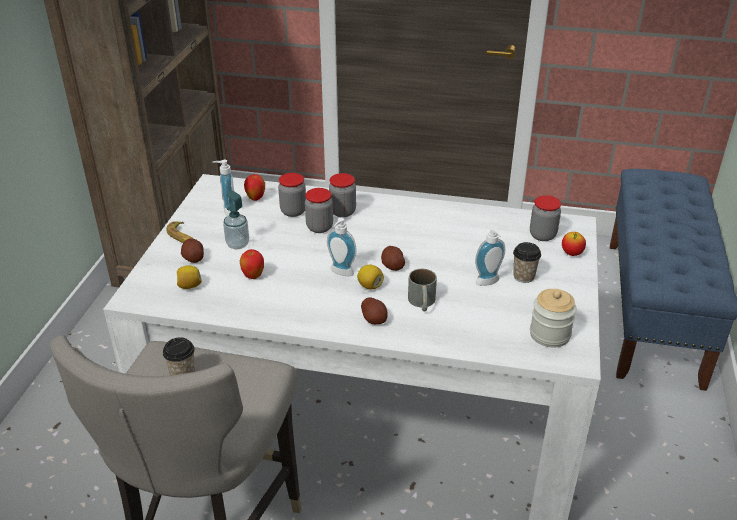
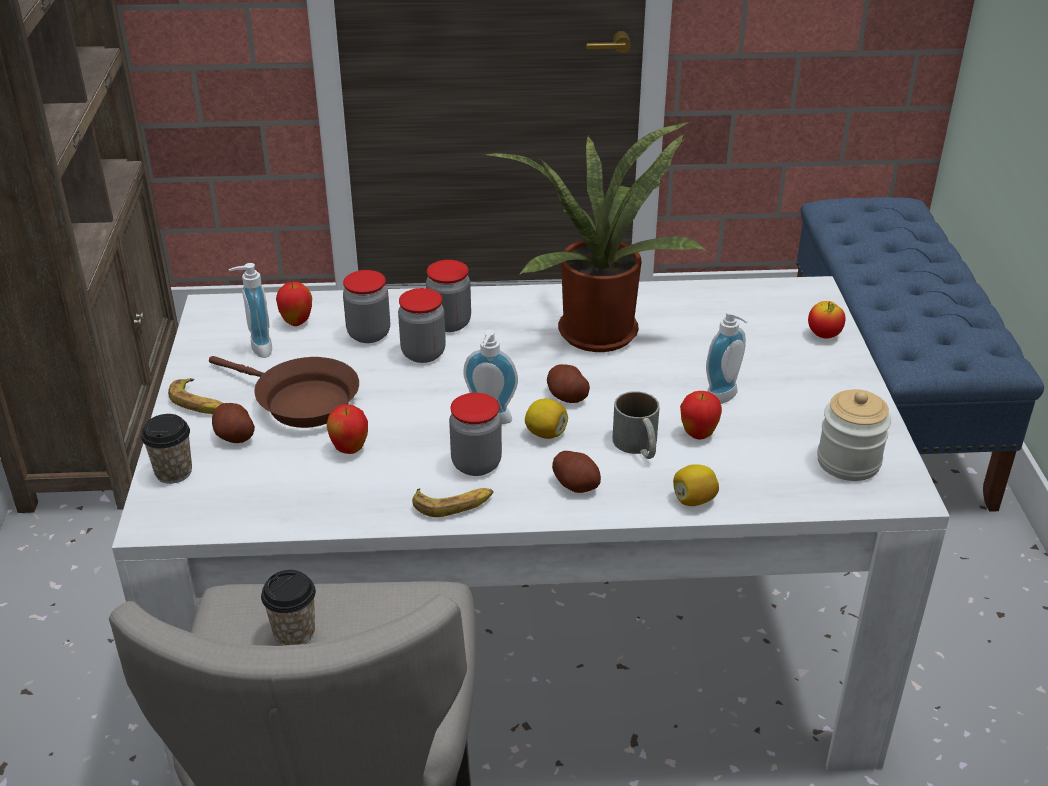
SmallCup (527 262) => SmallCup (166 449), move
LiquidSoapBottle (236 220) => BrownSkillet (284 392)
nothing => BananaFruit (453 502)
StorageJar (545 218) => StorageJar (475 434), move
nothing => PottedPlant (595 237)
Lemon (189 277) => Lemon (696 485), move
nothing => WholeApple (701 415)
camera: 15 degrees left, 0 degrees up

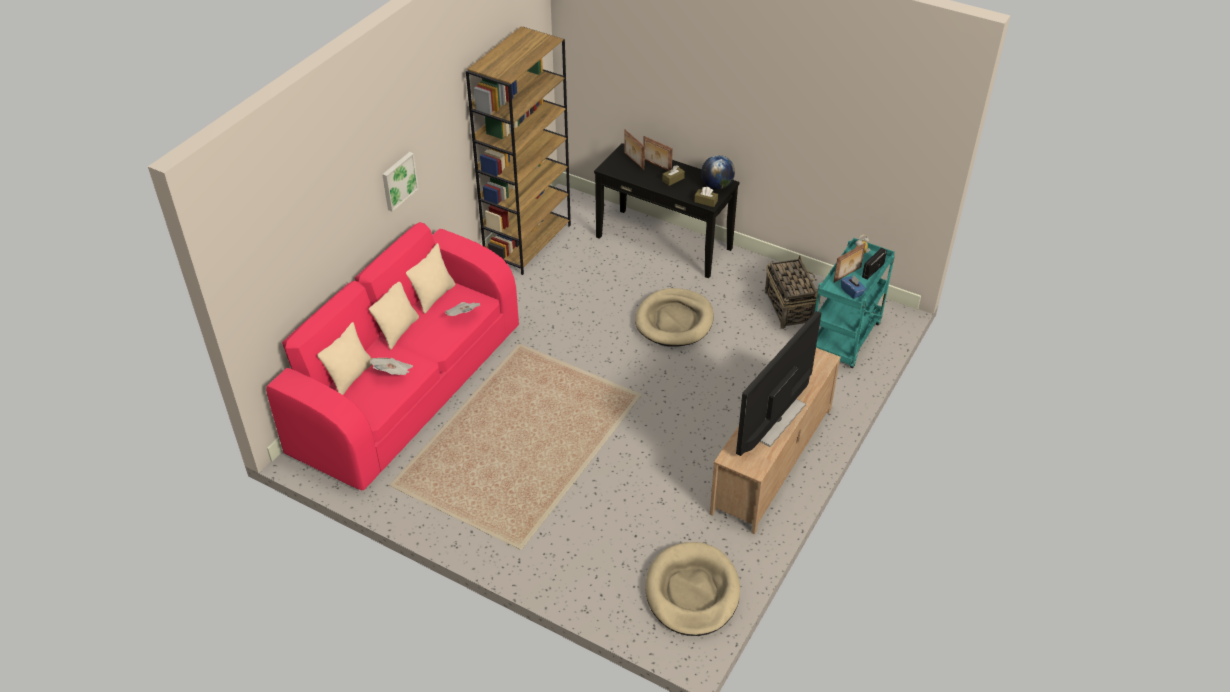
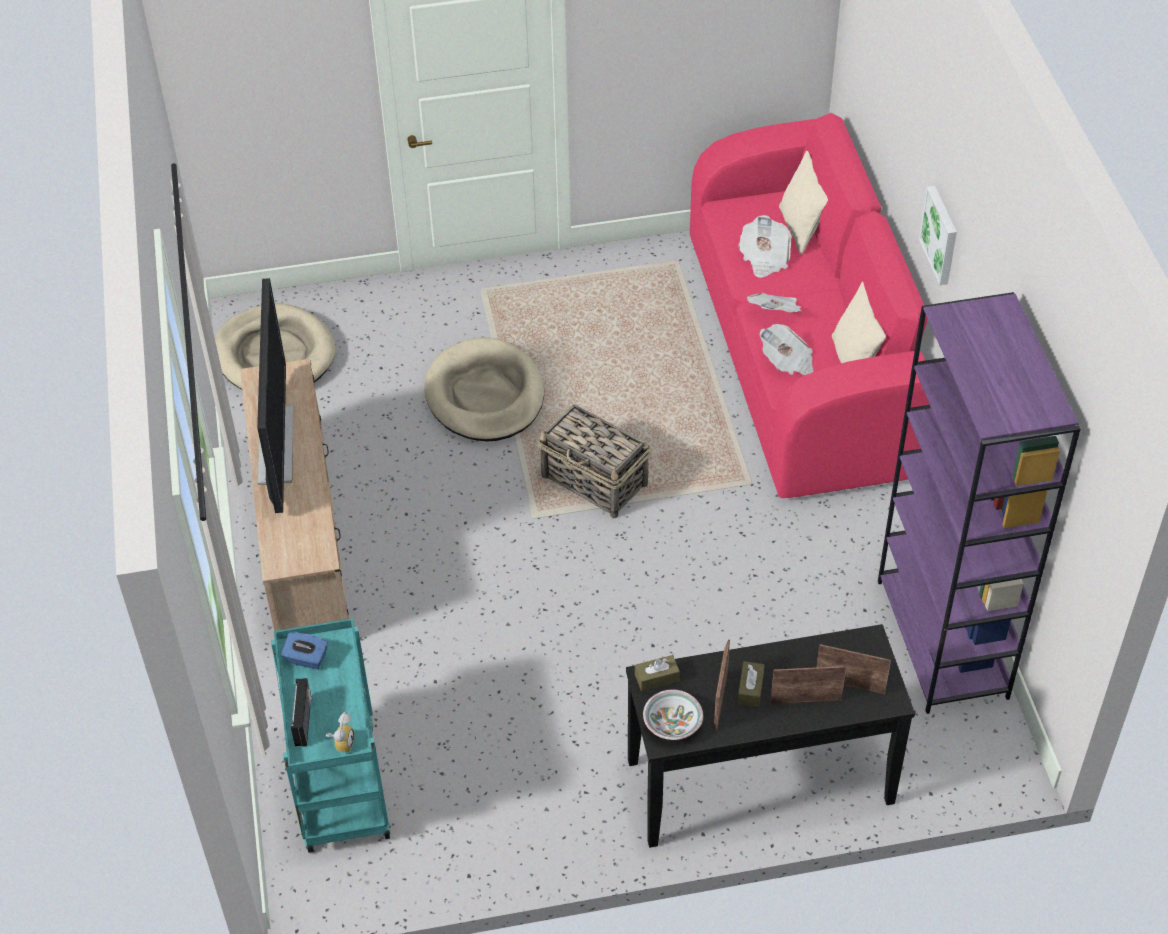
SandColouredPetBed (674 317) => SandColouredPetBed (484 389), move
StorageBasket (793 292) => StorageBasket (593 461), move
WorldGlobe (718 172) => DeepDish (673 715)
PictureFrame (849 263) => PictureFrame (722 685), move
nothing => Newspaper (774 302)
BrownShelvingUnit (518 150) => PurpleColouredShelvingUnit (979 503)
SandColouredThrowPillow (394 316) => nothing
camera: 140 degrees right, 5 degrees up

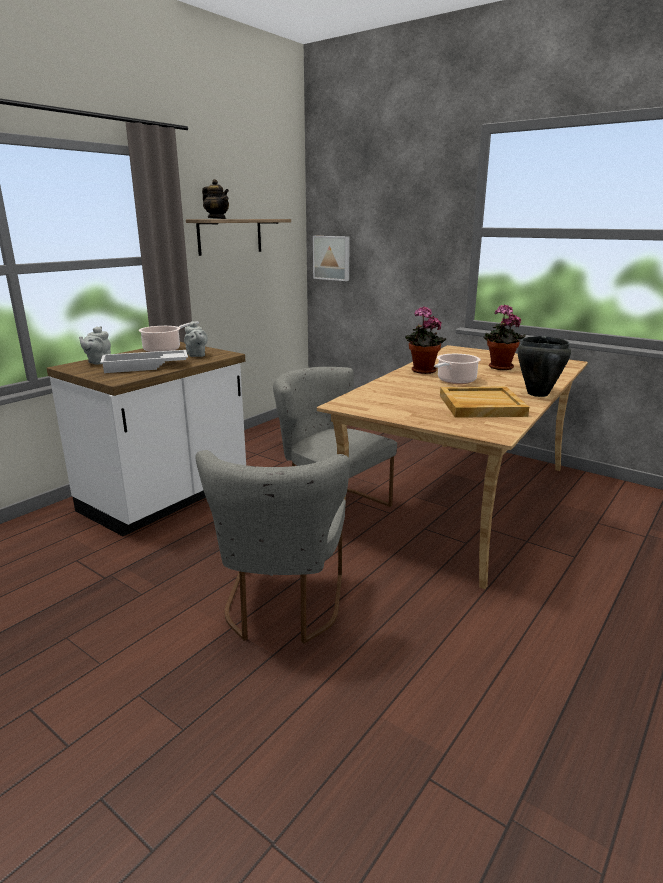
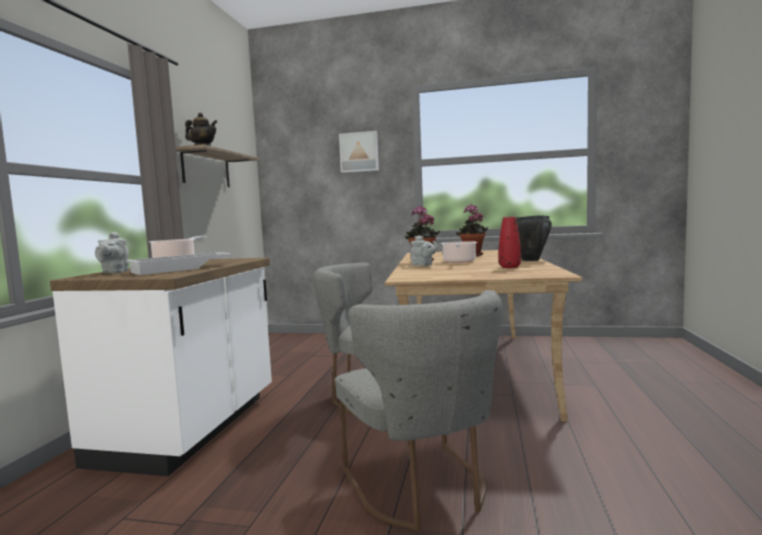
WallArt (331 258) => WallArt (359 152), move
GrayTeaPot (196 339) => GrayTeaPot (424 250), move
SandColouredTray (484 402) => RedFlowerVase (509 242)
camera: 25 degrees left, 15 degrees down

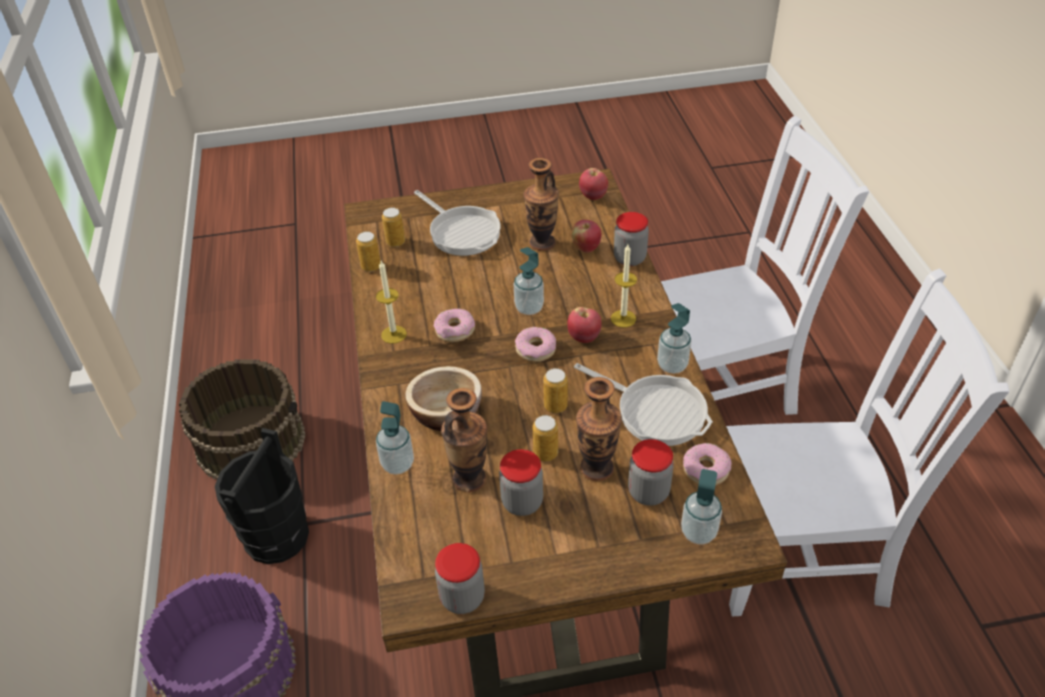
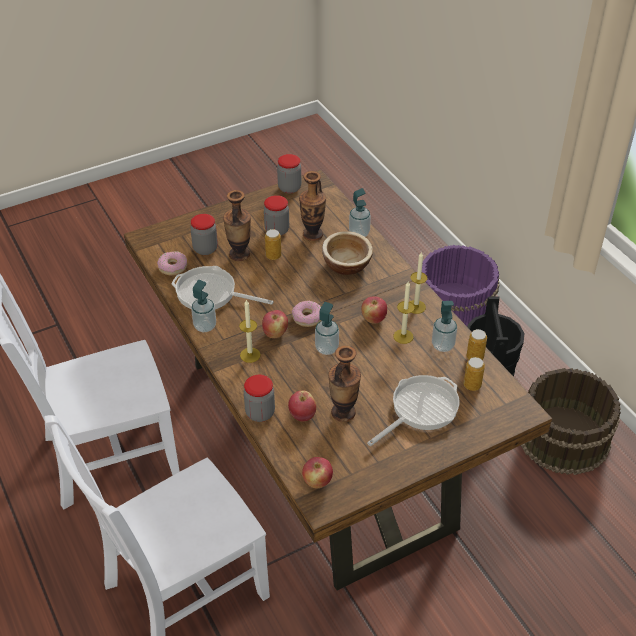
RingDoughnut (454 325) => WholeApple (374 310)
Skillet (457 223) => Skillet (413 410), 105 degrees clockwise
nothing => WaxLight (404 313)
LiquidSoapBottle (701 507) => LiquidSoapBottle (444 326), move
MetalCan (555 390) => nothing
camera: 160 degrees right, 0 degrees up

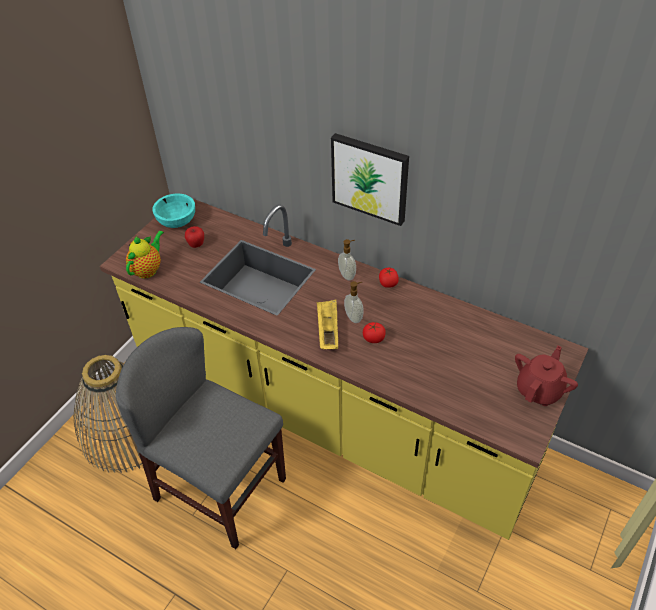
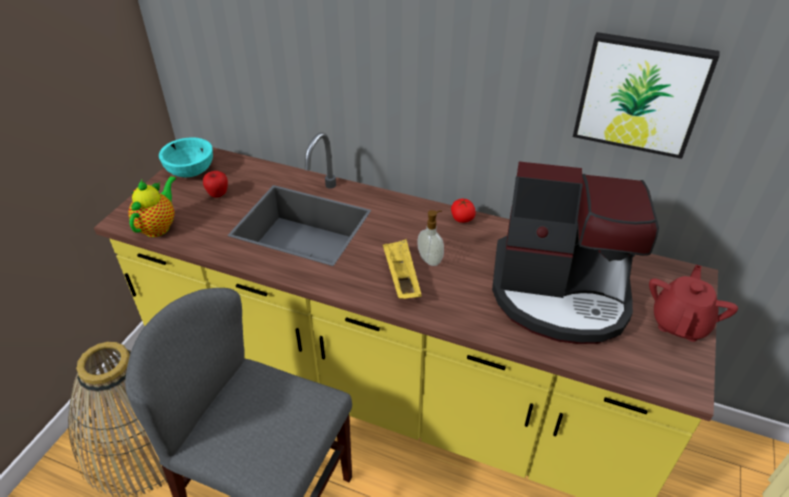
nothing => CoffeeMaker (575 253)
WallArt (370 179) => WallArt (646 95), move
LiquidSoapBottle (347 259) => nothing
WholeTomato (374 332) => nothing
camera: 10 degrees left, 5 degrees down

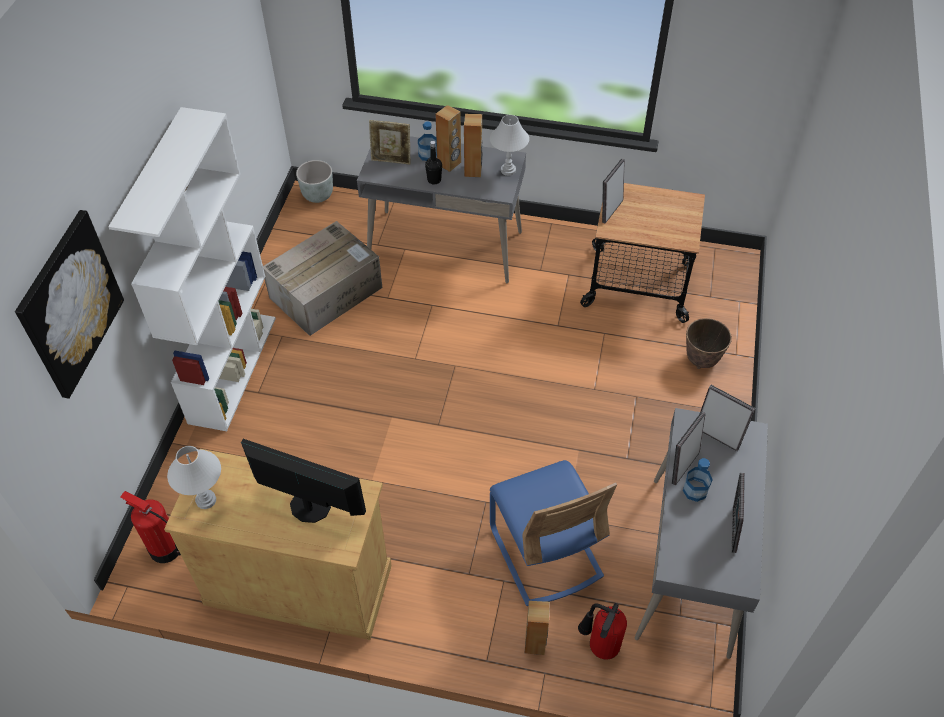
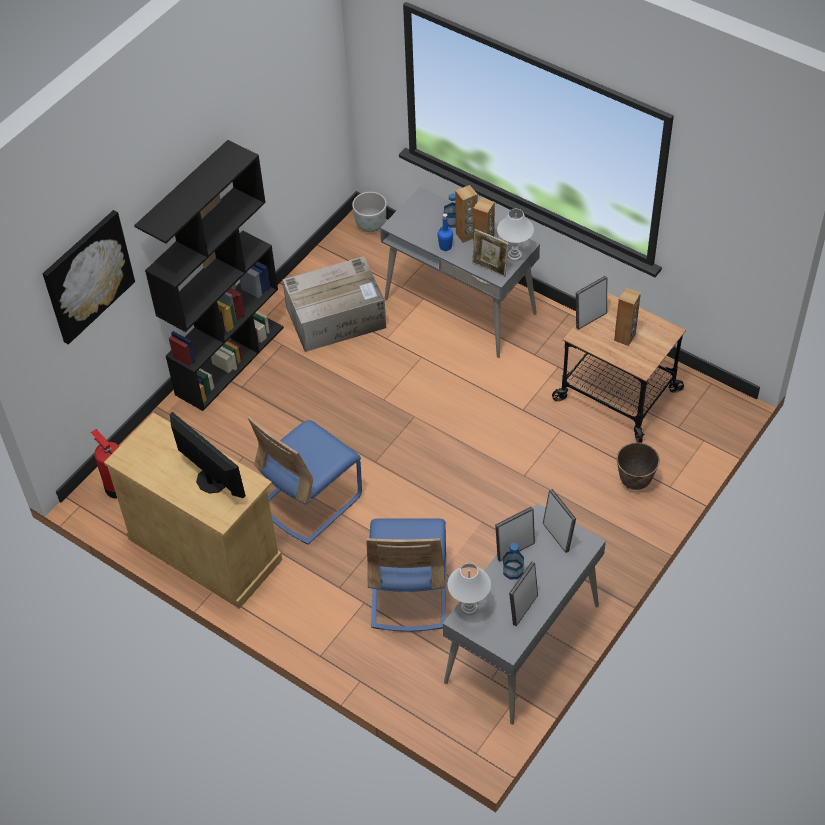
WhiteShelvingUnit (192 269) => BlackColouredShelvingUnit (209 275)
nothing => BlueColouredChair (305 480)
BlackColouredDrinkBottle (433 163) => BlueColouredDrinkBottle (445 232)
WhiteTabletopLamp (194 477) => WhiteTabletopLamp (469 589), move
PictureFrame (390 142) => PictureFrame (490 253), move
BrownLoudspeaker (537 628) => BrownLoudspeaker (627 317), move
Extinguisher (602 631) => nothing
camera: 25 degrees right, 0 degrees up

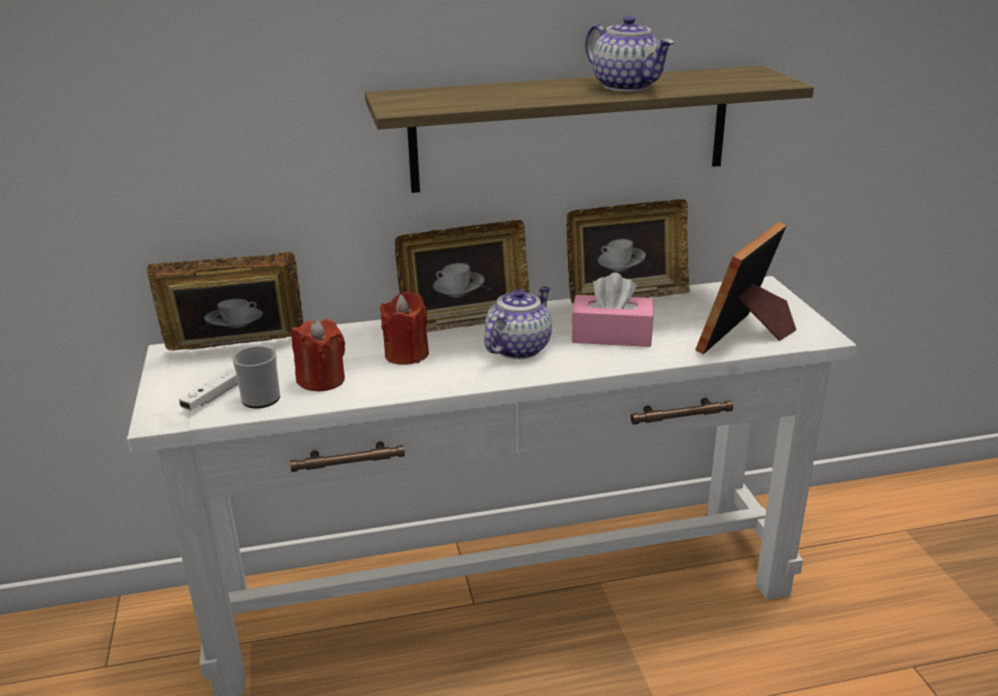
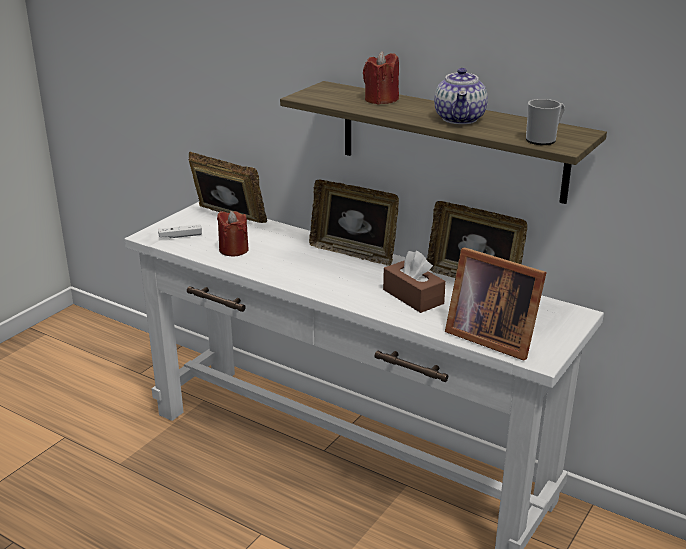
RedWaxLight (404 328) => RedWaxLight (381 78), move
PinkishBoxOfTissues (612 310) => BrownBoxOfTissues (414 282)
PictureFrame (745 288) => PictureFrame (496 304), 135 degrees counterclockwise
TeaMug (256 377) => TeaMug (545 122), move
TeaPot (518 322) => nothing
camera: 45 degrees right, 0 degrees up

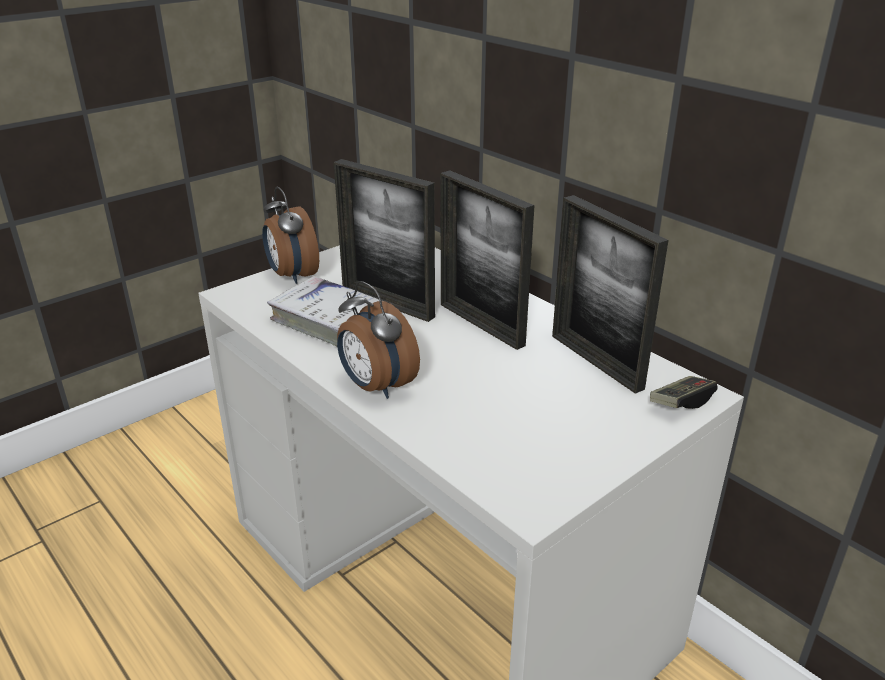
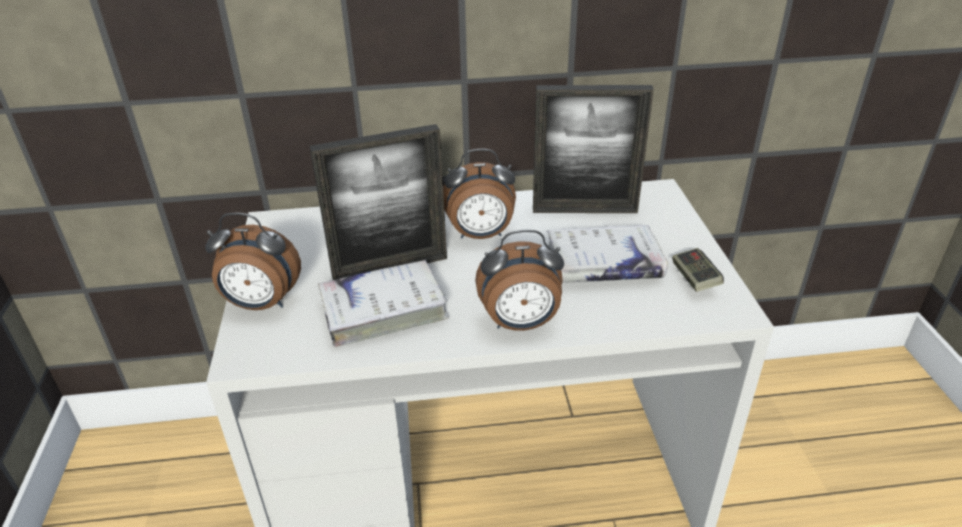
PictureFrame (488 260) => AlarmClock (479 194)
nothing => WhiteVolume (607 254)
Joypad (684 392) => Joypad (698 270), move
camera: 55 degrees left, 5 degrees up

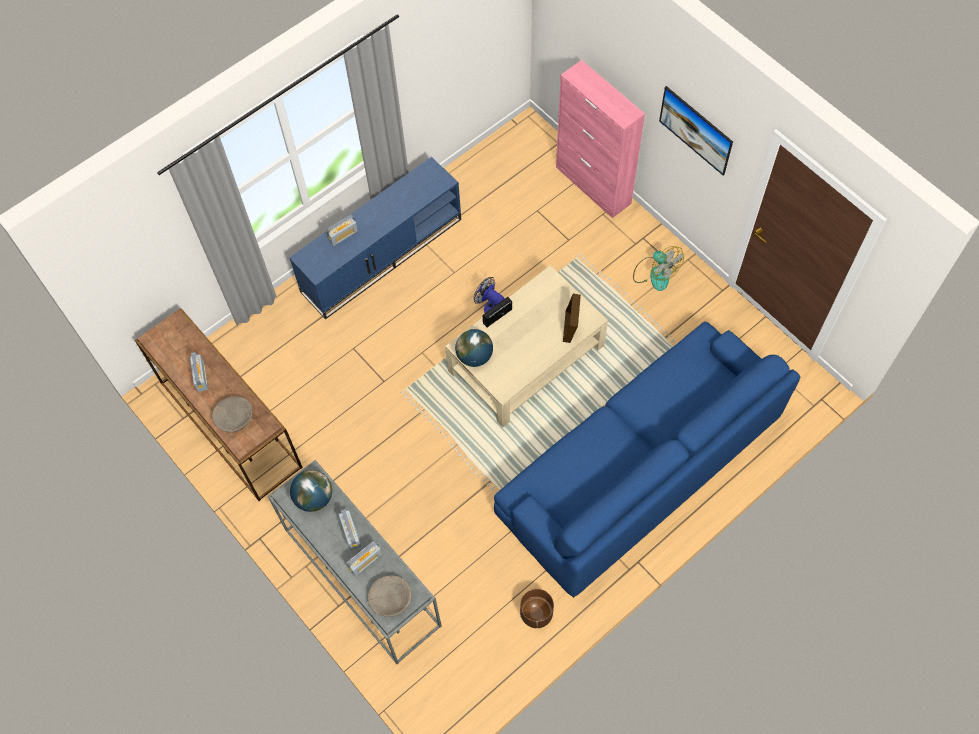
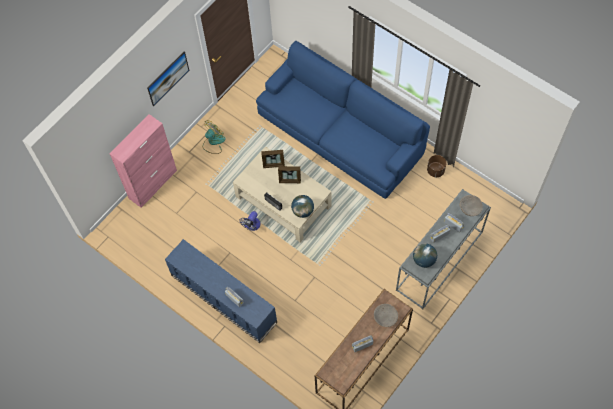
nothing => PictureFrame (289 174)
camera: 100 degrees left, 0 degrees up

